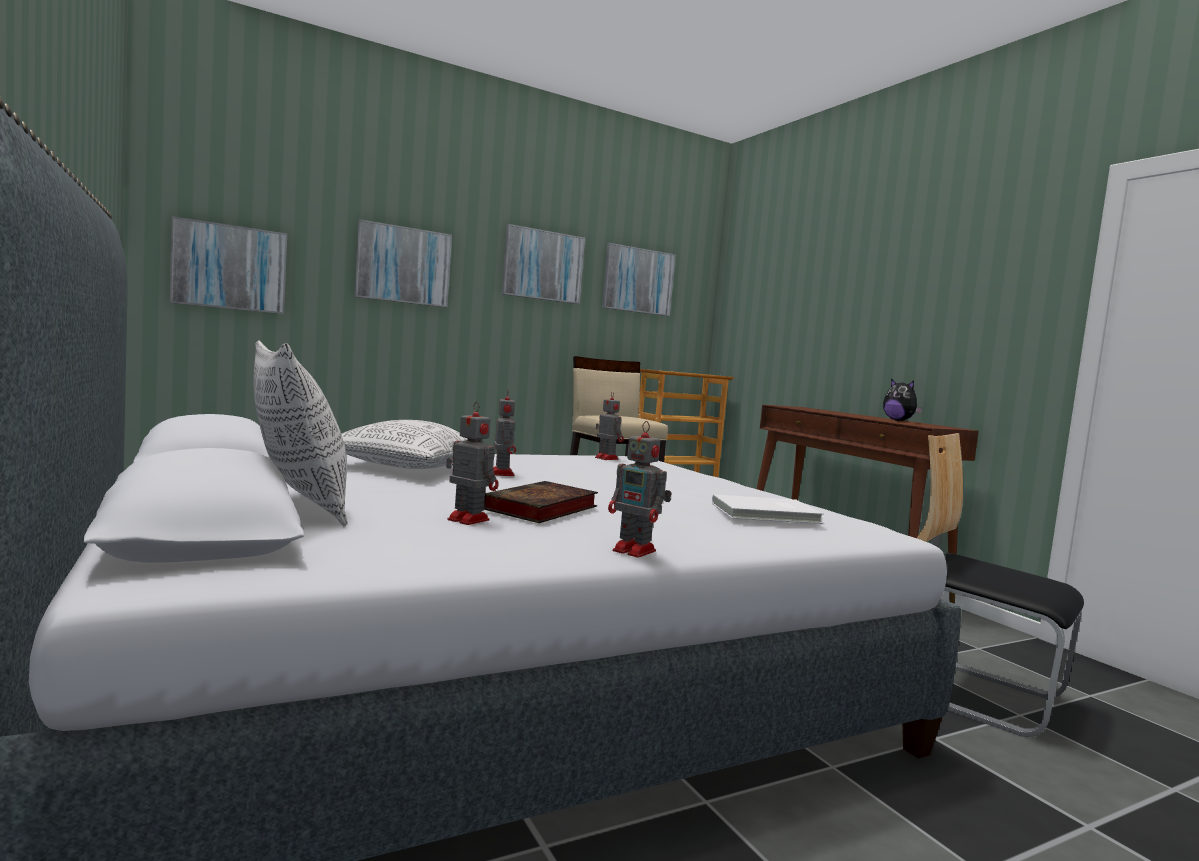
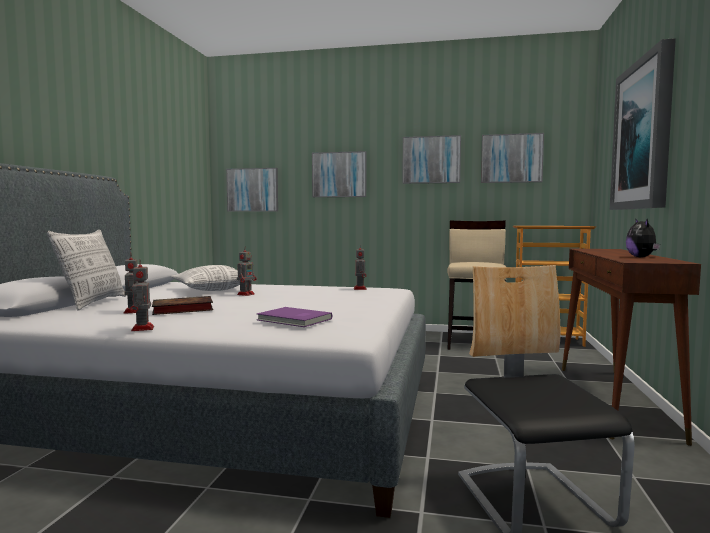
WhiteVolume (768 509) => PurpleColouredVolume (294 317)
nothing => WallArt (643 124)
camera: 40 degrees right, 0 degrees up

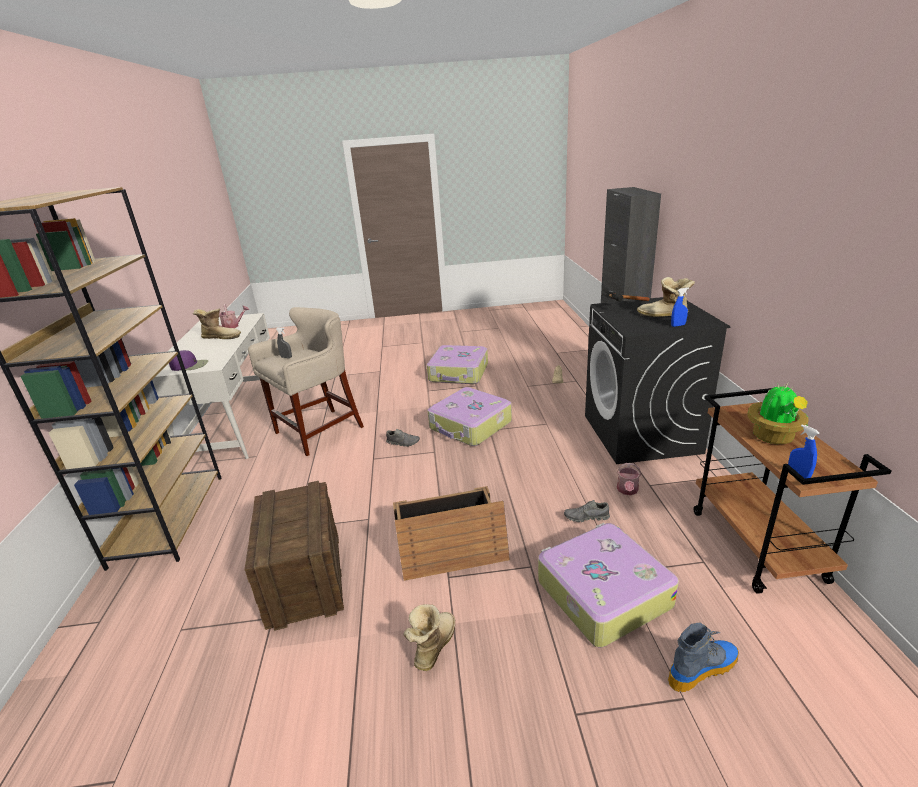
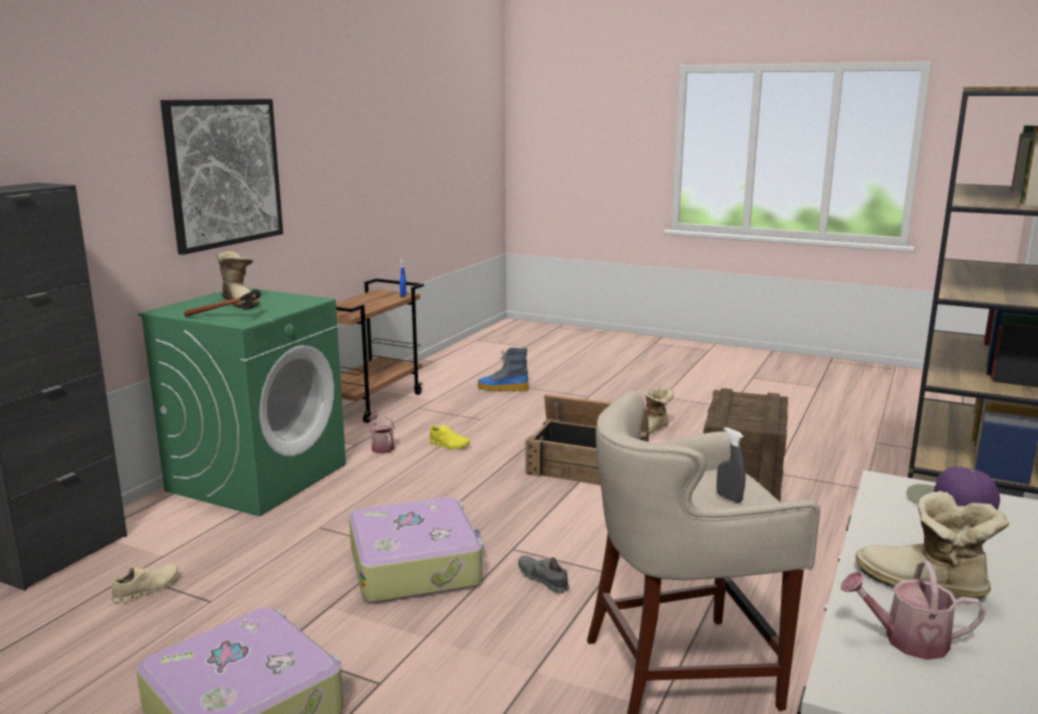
BlackColouredLaundryAppliance (658 380) => GreenishLaundryAppliance (242 402)
nothing => WallArt (221 177)
WateringPot (629 479) => WateringPot (381 434), 75 degrees counterclockwise
GrayItemOfFootwear (587 511) => YellowishItemOfFootwear (449 437)
TravelCase (608 585) => nothing
BlueColouredSprayer (680 307) => nothing
PottedPlant (778 412) => nothing
camera: 150 degrees left, 10 degrees down

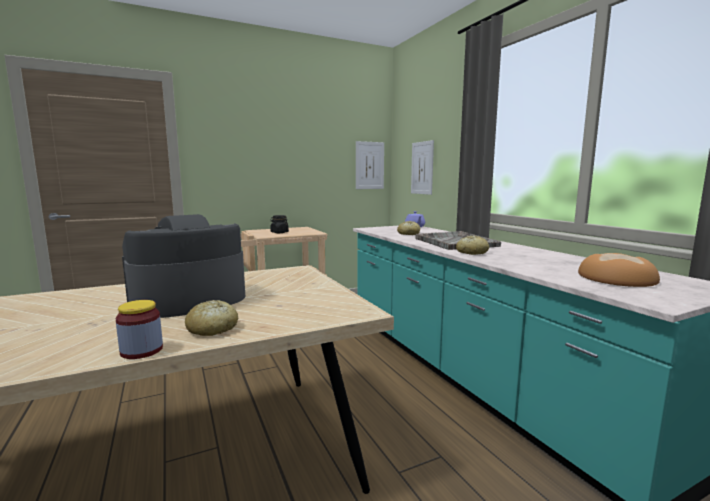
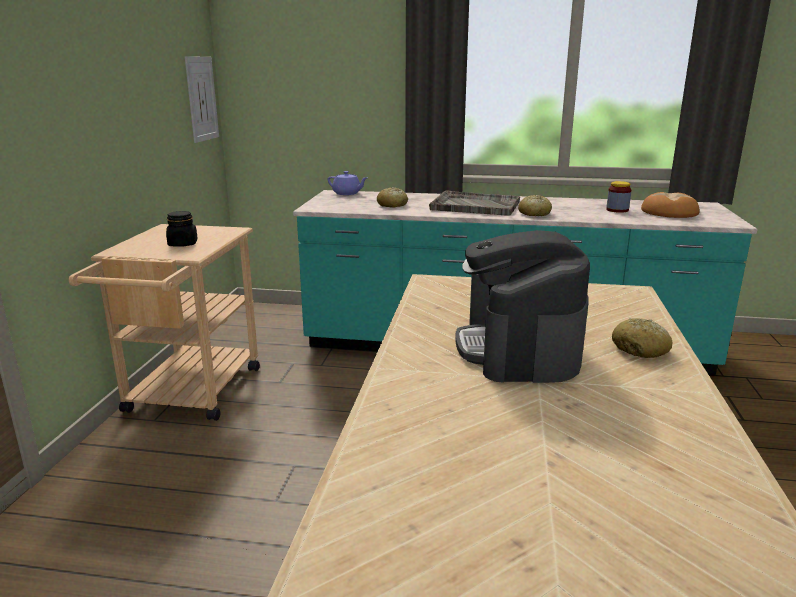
StorageJar (139 329) => StorageJar (619 197), move
WallArt (422 167) => nothing
camera: 55 degrees left, 10 degrees up

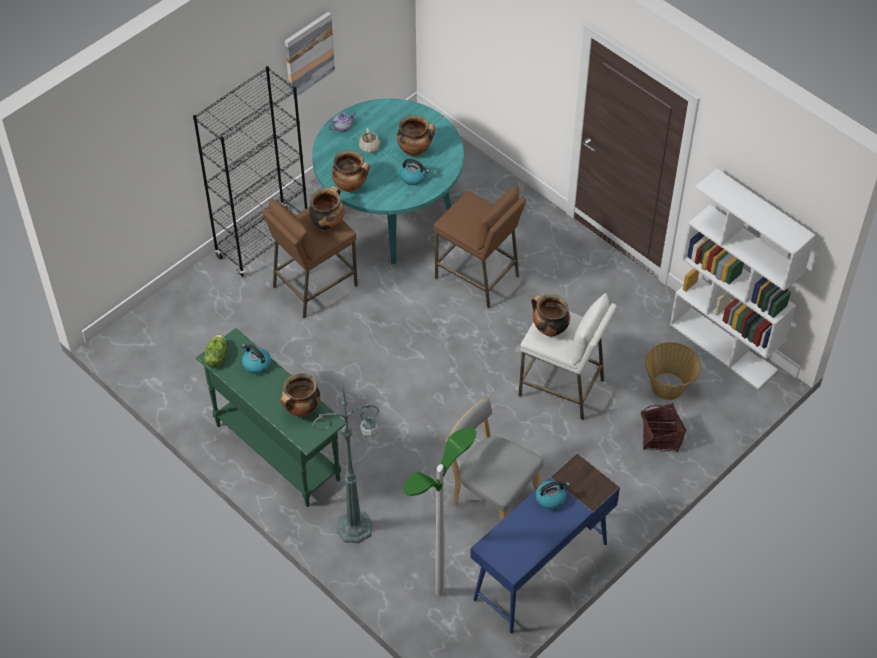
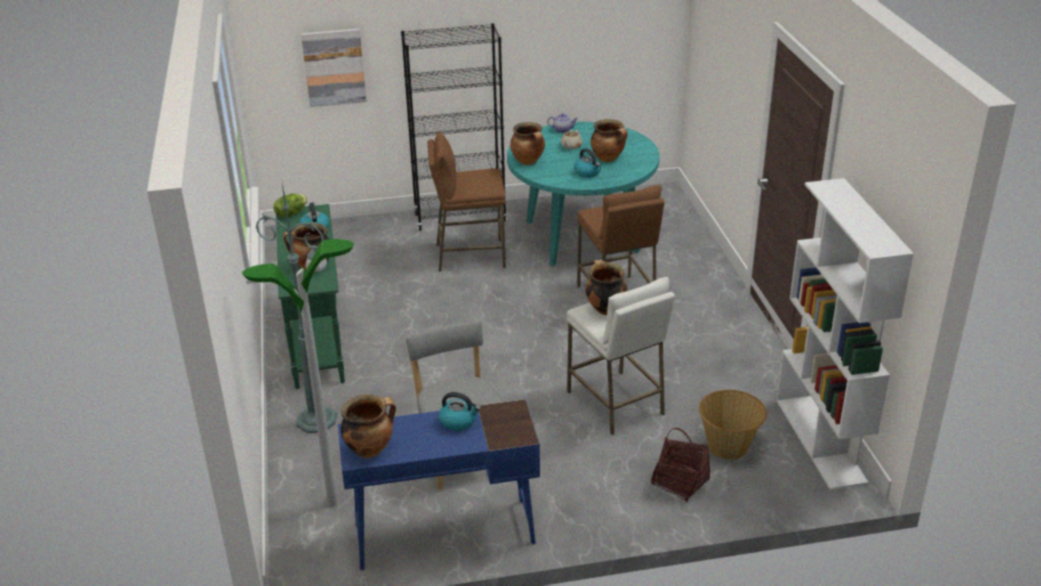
WallArt (310 55) => WallArt (334 68), move
CookingPot (327 208) => CookingPot (368 426), move
camera: 35 degrees right, 20 degrees down

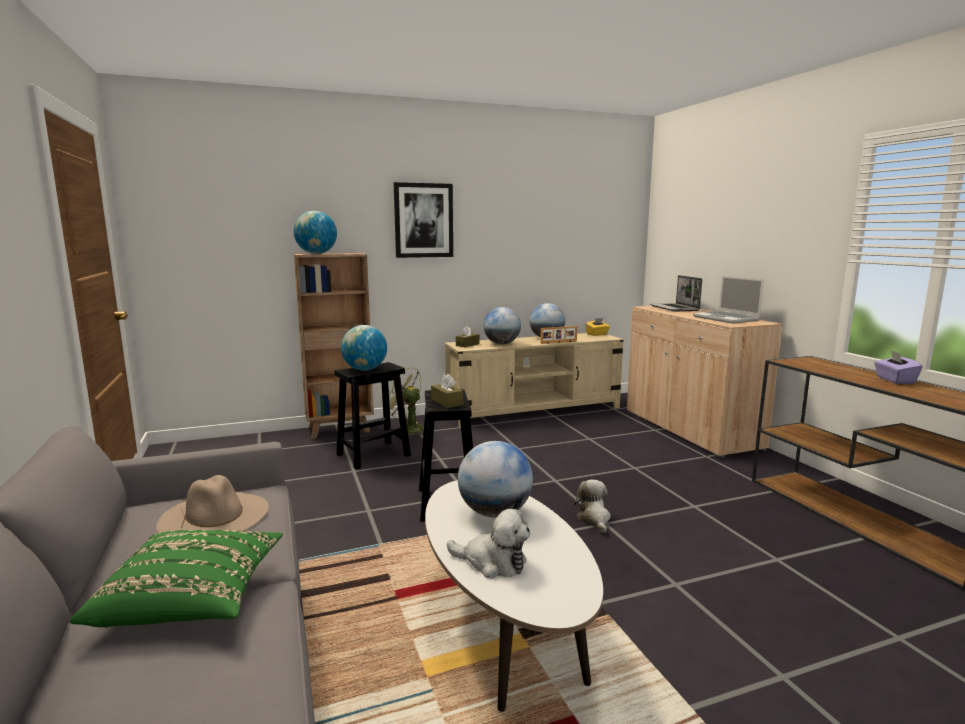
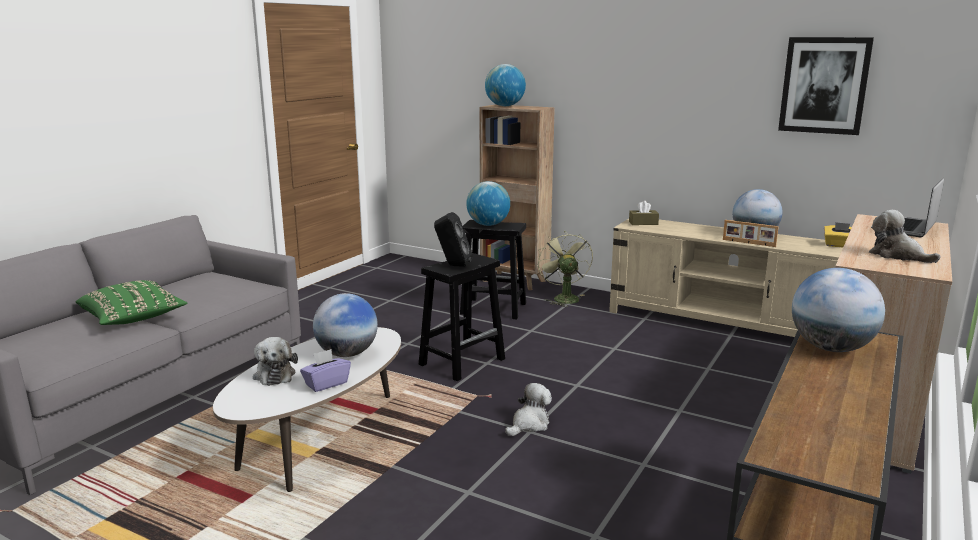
PurpleColouredBoxOfTissues (898 367) => PurpleColouredBoxOfTissues (325 370), move
BrownBoxOfTissues (447 391) => BlackColouredLoudspeaker (453 239)
WallArt (423 220) => WallArt (826 86), move
WorldGlobe (502 325) => WorldGlobe (838 310), move
NotebookComputer (728 299) => CuddlyToy (905 236)
SandColouredClothingHat (212 504) => nothing
camera: 50 degrees right, 5 degrees up

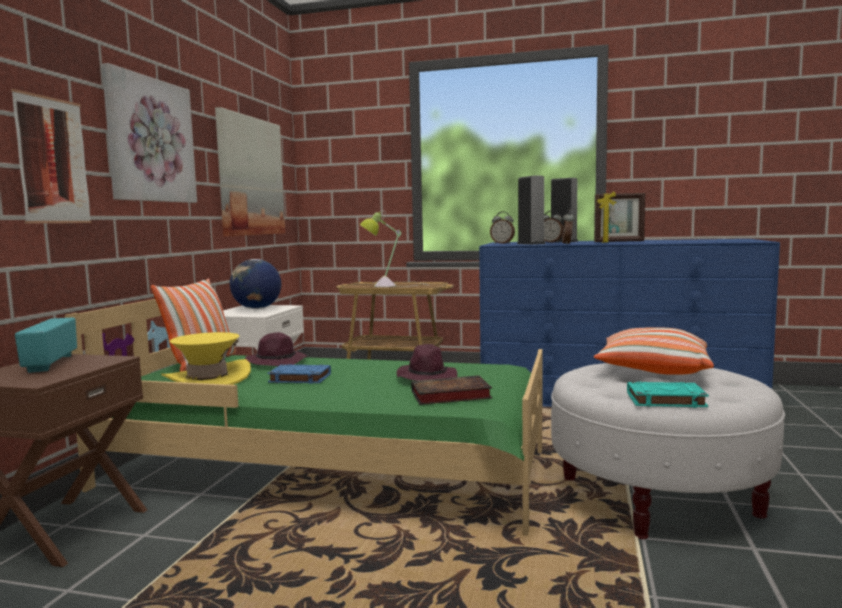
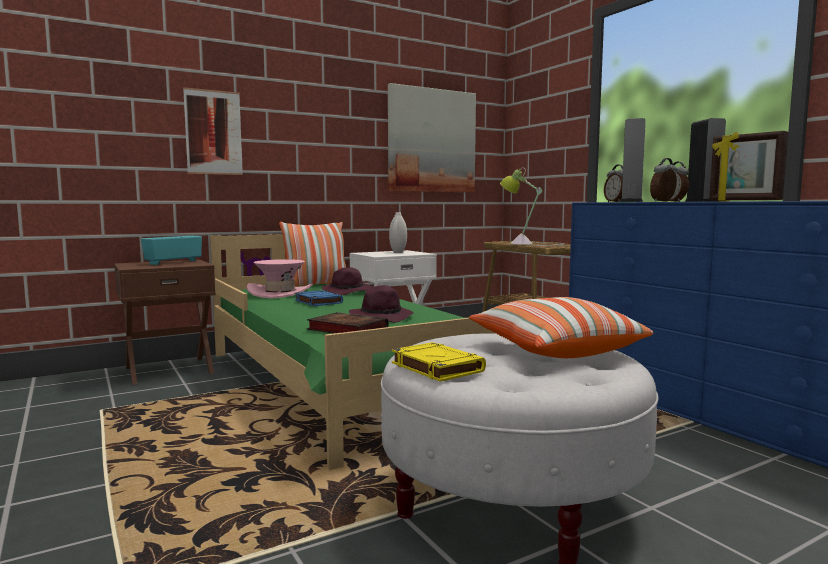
YellowishClothingHat (206 358) => PinkishClothingHat (280 278)
WorldGlobe (255 284) => WhiteFlowerVase (398 233)
TurquoiseVolume (668 394) => YellowishVolume (439 362)
WallArt (149 133) => nothing
camera: 45 degrees right, 0 degrees up

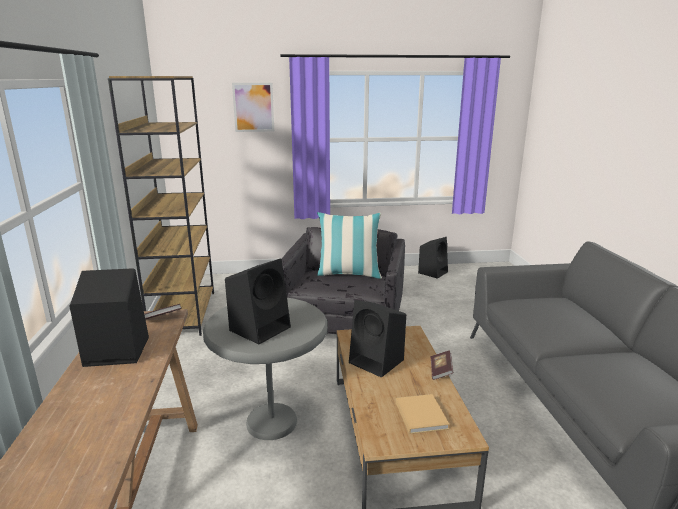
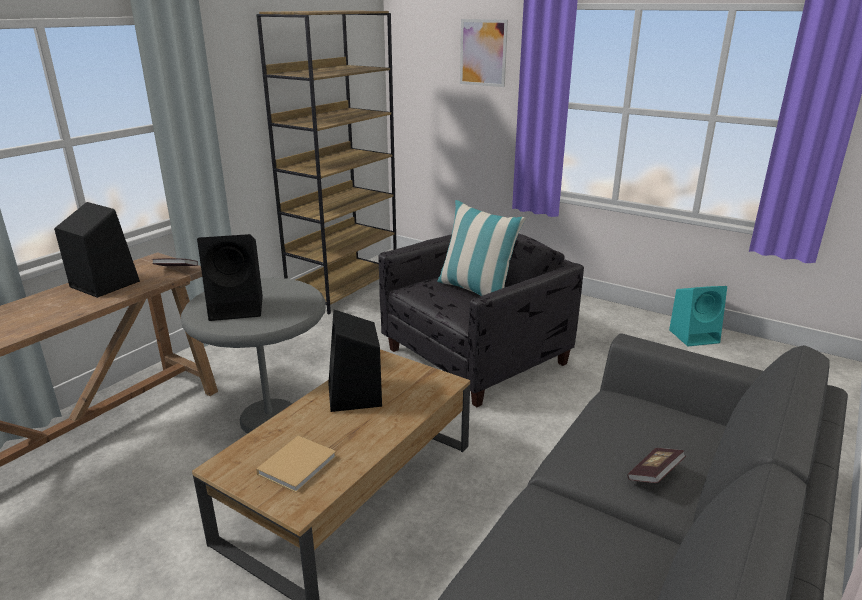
Volume (442 365) => Volume (656 465), move
BlackColouredLoudspeaker (433 258) => TurquoiseLoudspeaker (698 316)
camera: 40 degrees right, 5 degrees up

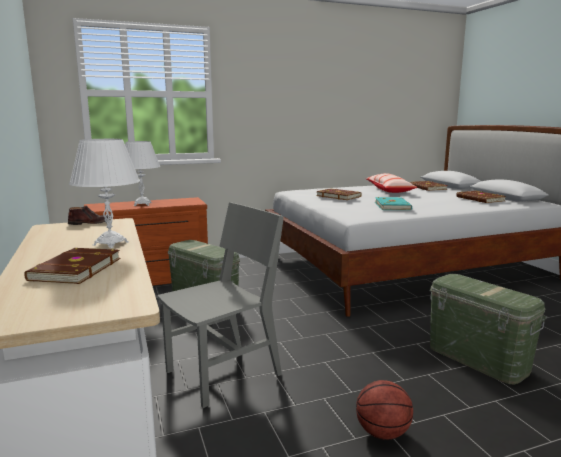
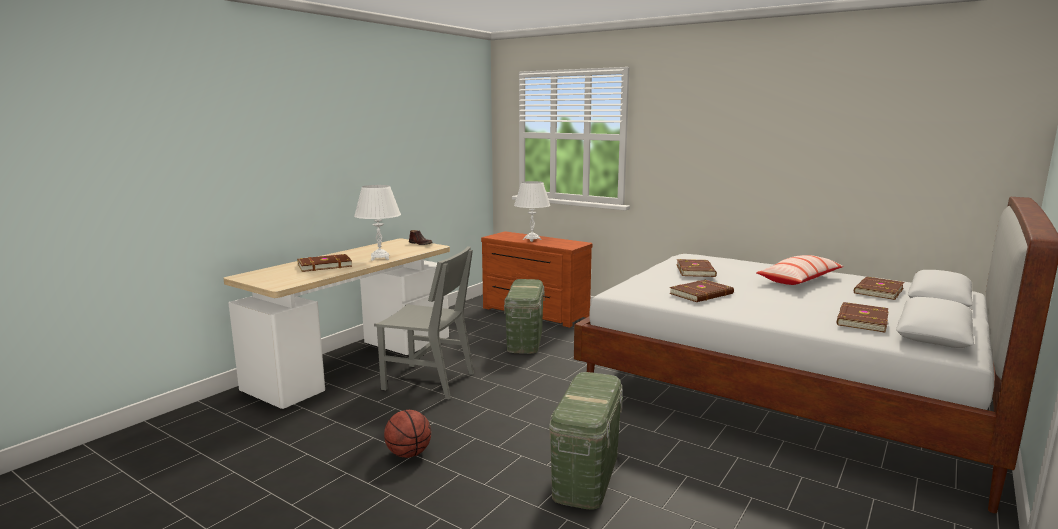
TurquoiseVolume (393 203) => BrownVolume (701 291)
camera: 55 degrees right, 0 degrees up

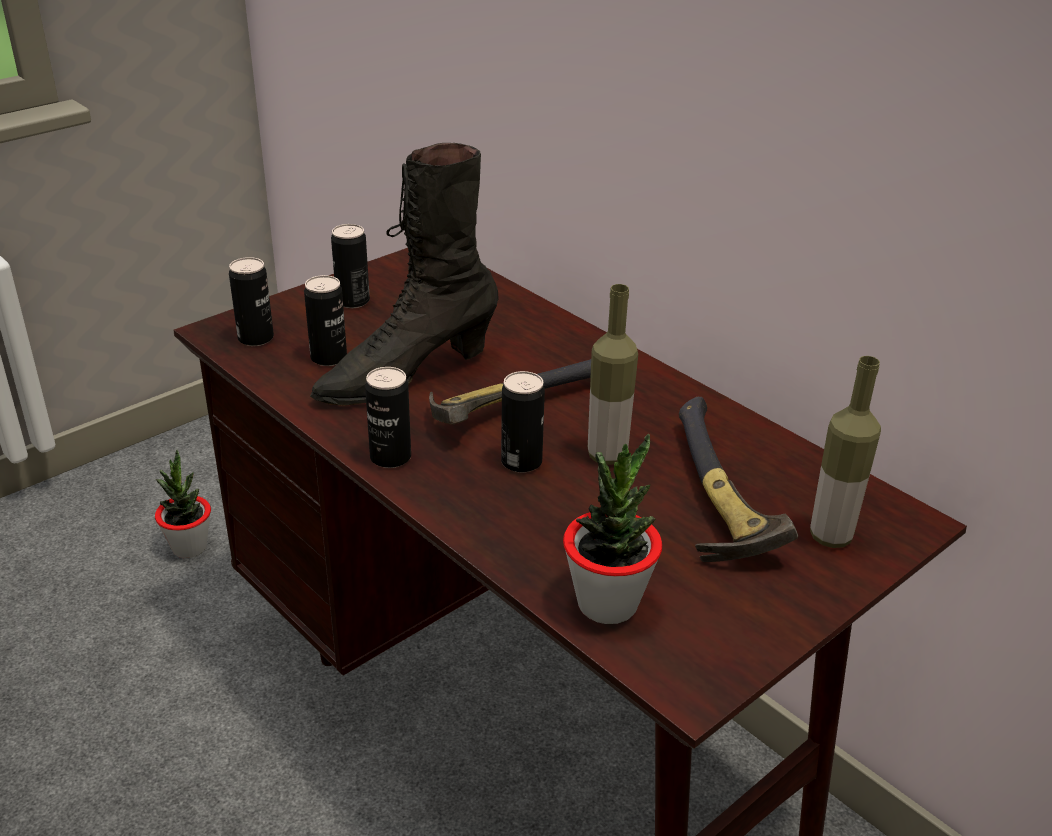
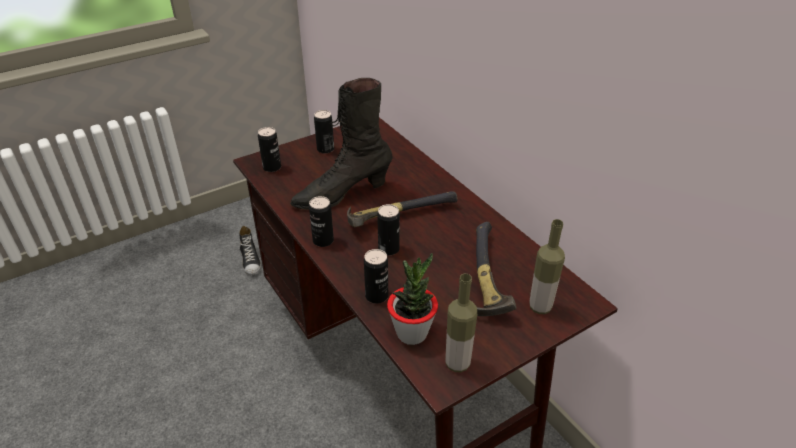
PottedPlant (183 503) => ItemOfFootwear (250 250)
MetalCan (325 320) => MetalCan (376 276), move
DrinkBottle (613 374) => DrinkBottle (461 323), move
camera: 10 degrees right, 5 degrees up

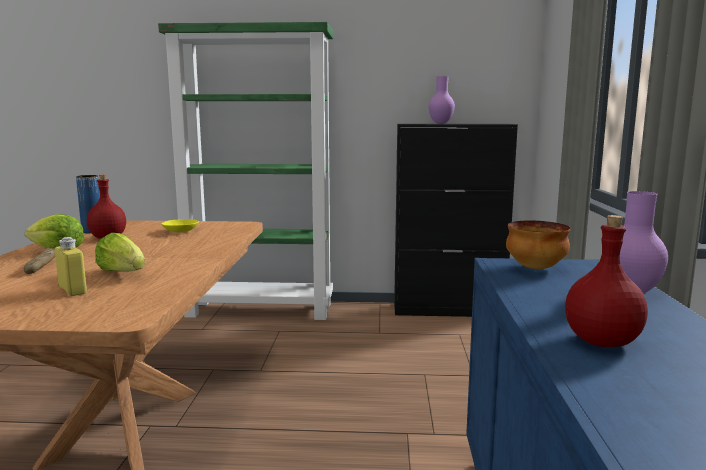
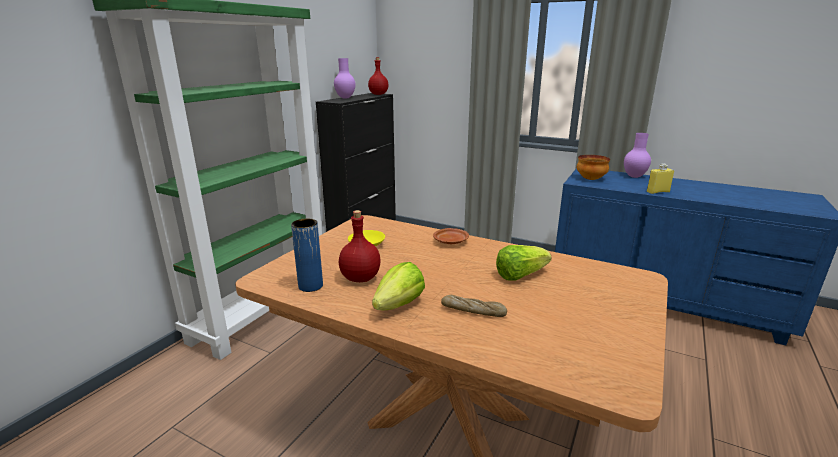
RedDrinkBottle (606 281) => RedDrinkBottle (378 76), move
nothing => BrownPlate (451 236)
YellowishDrinkBottle (71 266) => YellowishDrinkBottle (660 178), move
camera: 65 degrees left, 10 degrees up

